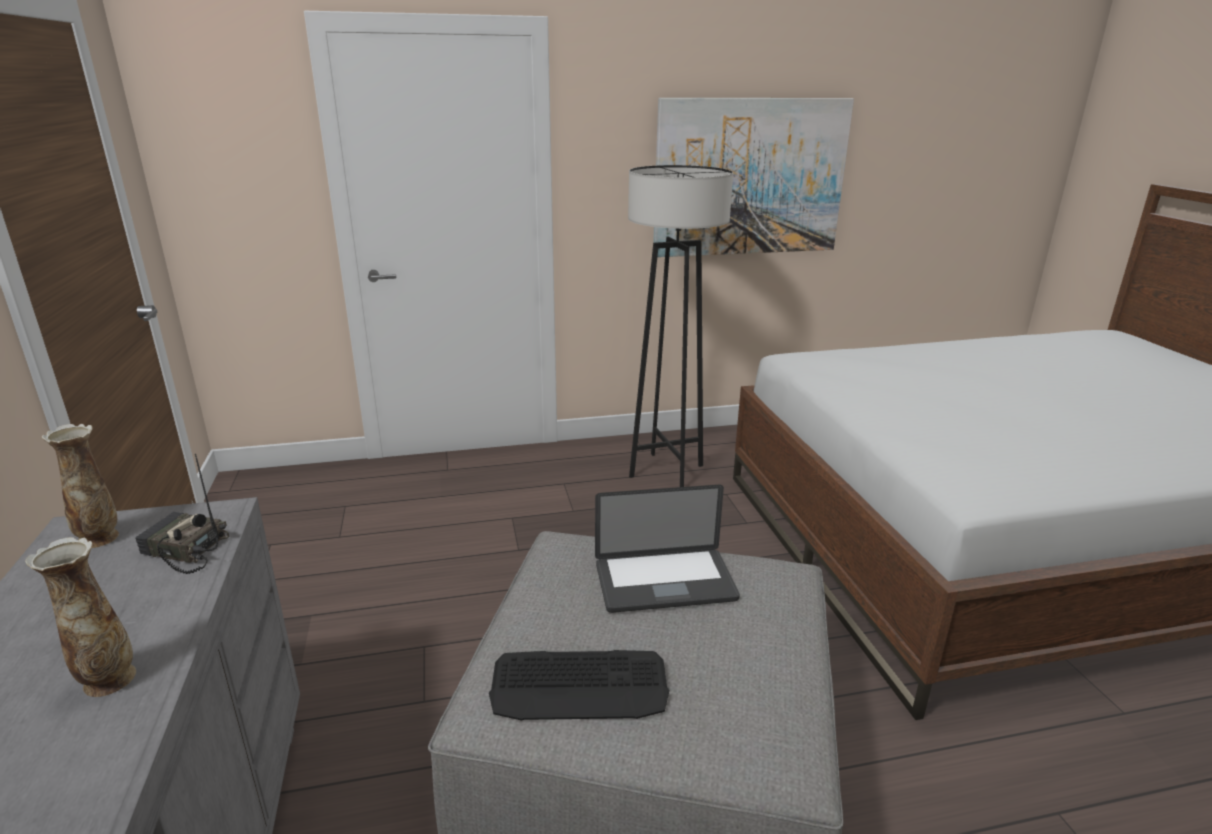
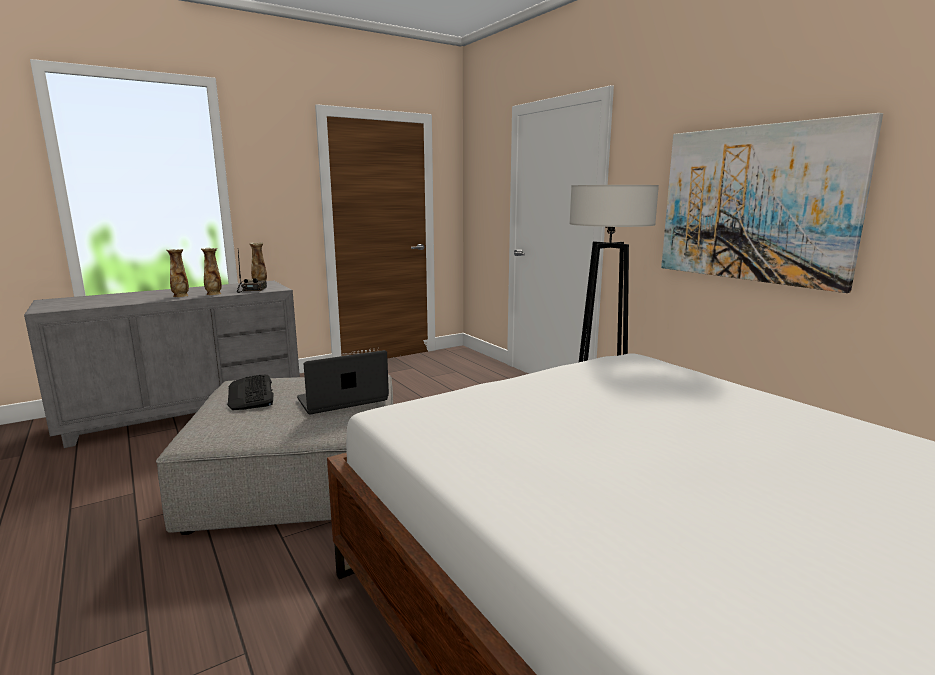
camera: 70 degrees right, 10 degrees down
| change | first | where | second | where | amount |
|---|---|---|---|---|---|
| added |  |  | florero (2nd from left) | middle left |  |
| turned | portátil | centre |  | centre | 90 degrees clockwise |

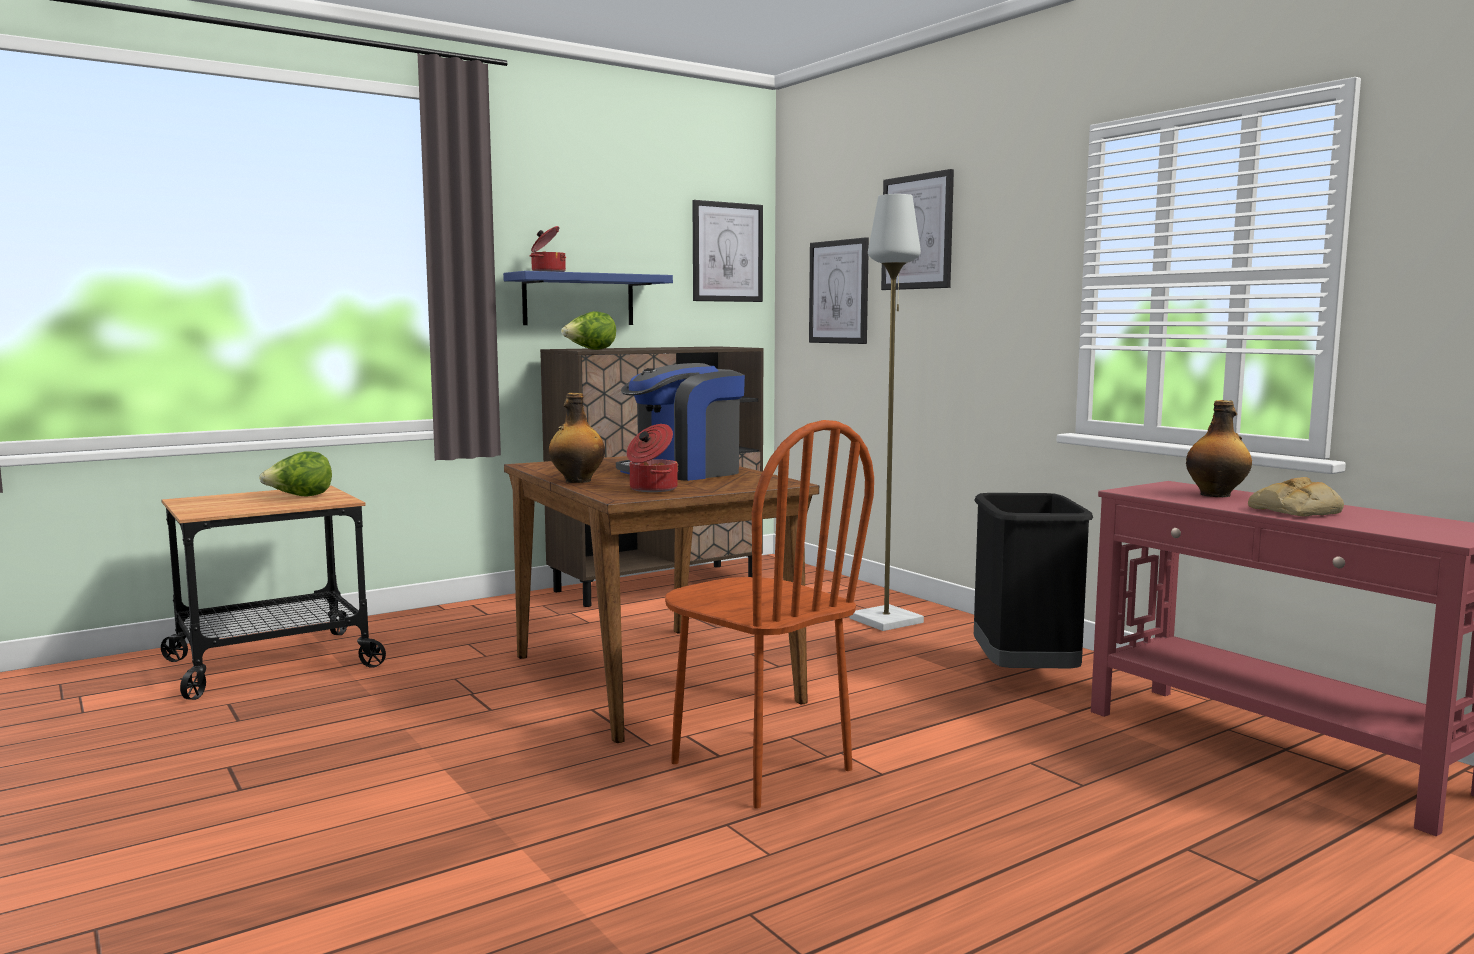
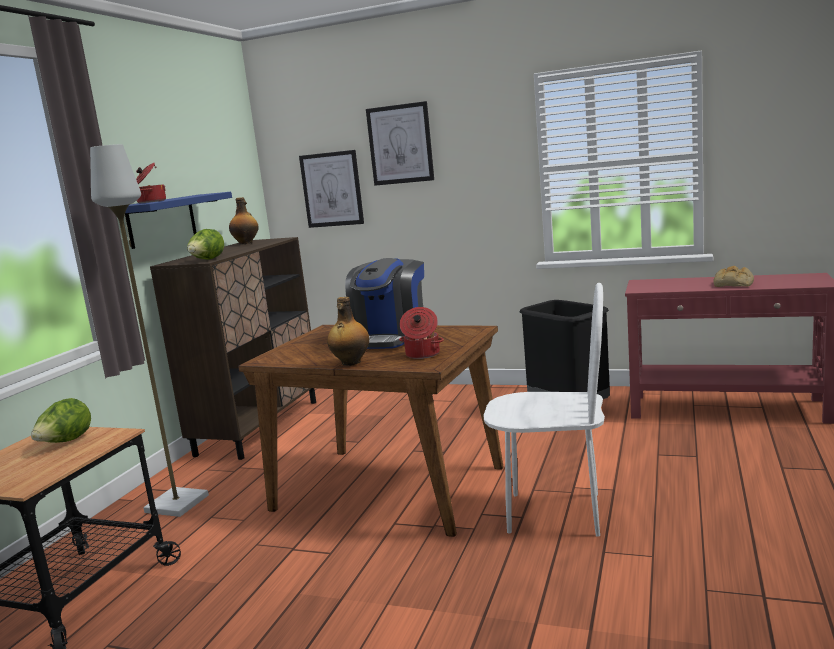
camera: 35 degrees left, 5 degrees up
| change | first | where | second | where | amount |
|---|---|---|---|---|---|
| removed | cuadro (1st from left) | top centre |  |  |  |
| moved | lámpara de pie (gris) | centre |  | middle left |  |
| moved | botella (2nd from left in the first image) | middle right | botella (1st from left) | middle left |  |
| recoloured | silla (marrón) | centre | silla (blanco) | centre |  |

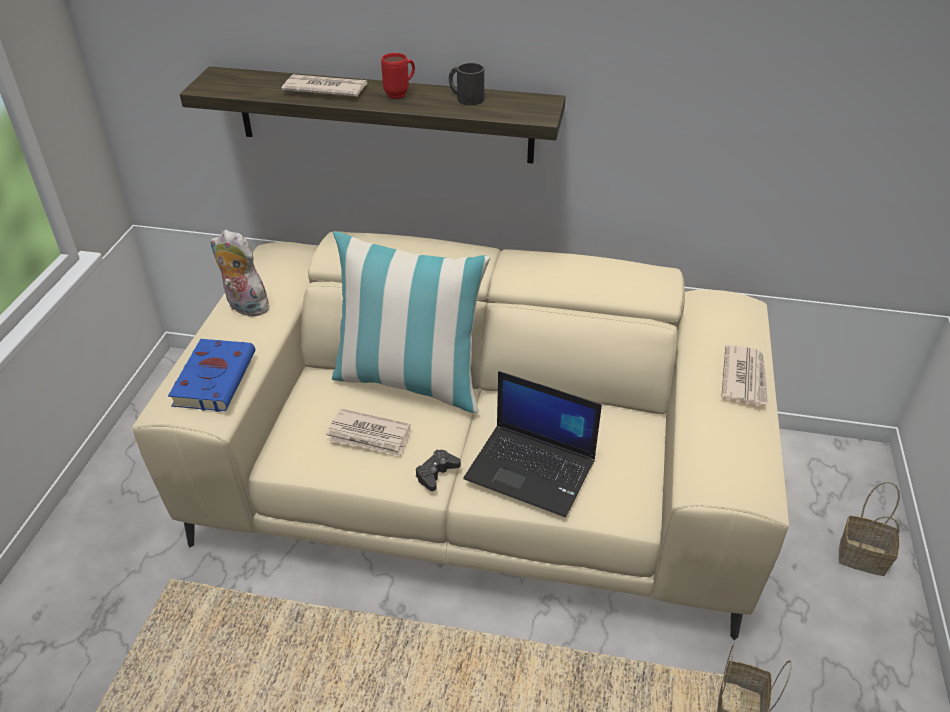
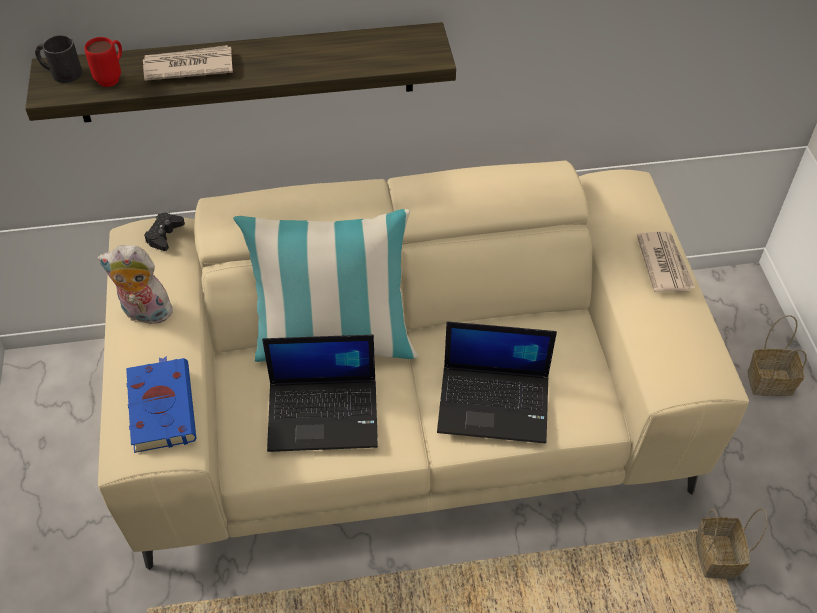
camera: 20 degrees left, 10 degrees up
| change | first | where | second | where | amount |
|---|---|---|---|---|---|
| moved | taza grande (rojo) | top centre |  | top left |  |
| moved | mando de consola (negro) | centre |  | middle left |  |
| moved | taza grande (negro) | top centre |  | top left |  |
| replaced | periódico (2nd from left) | centre | portátil (1st from left) | centre |  |

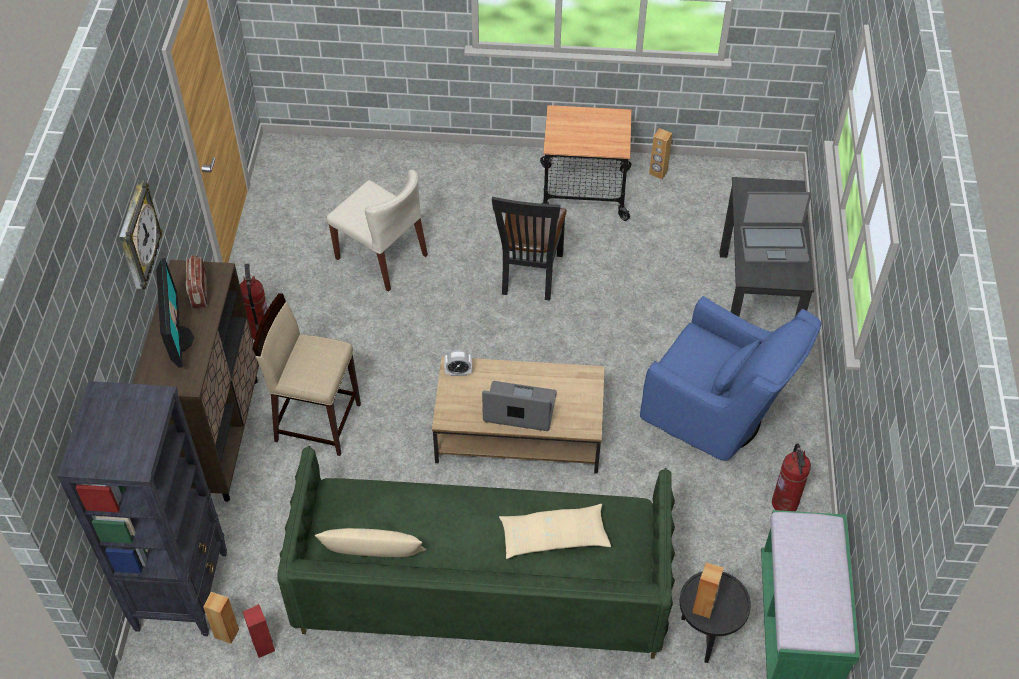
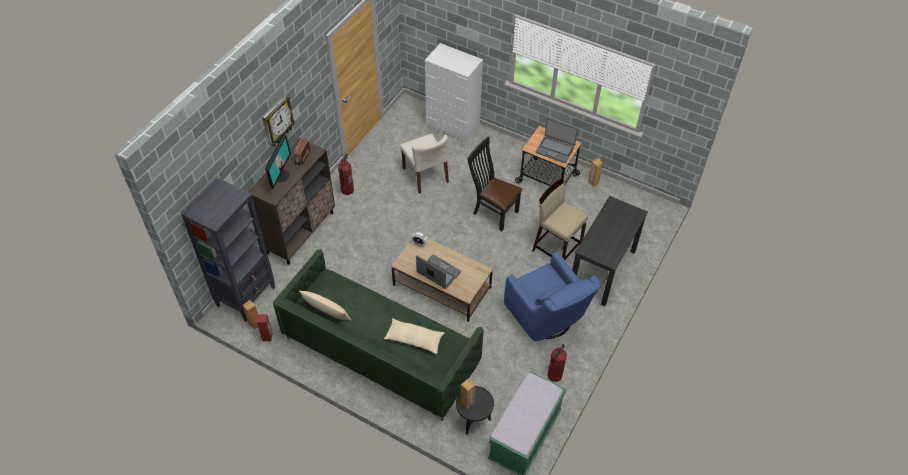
camera: 25 degrees right, 0 degrees up
| change | first | where | second | where | amount |
|---|---|---|---|---|---|
| added |  |  | cómoda (blanco) | top centre |  |
| moved | taburete (beis) | middle left |  | centre |  |
| moved | portátil (2nd from left) | middle right |  | top centre |  |
| turned | silla (negro) | centre |  | centre | 90 degrees clockwise |

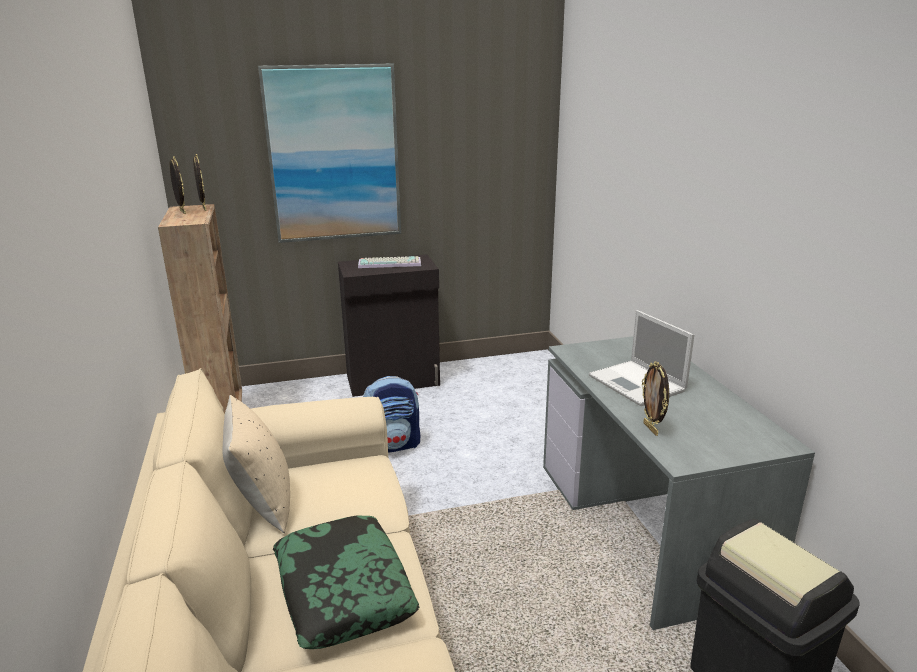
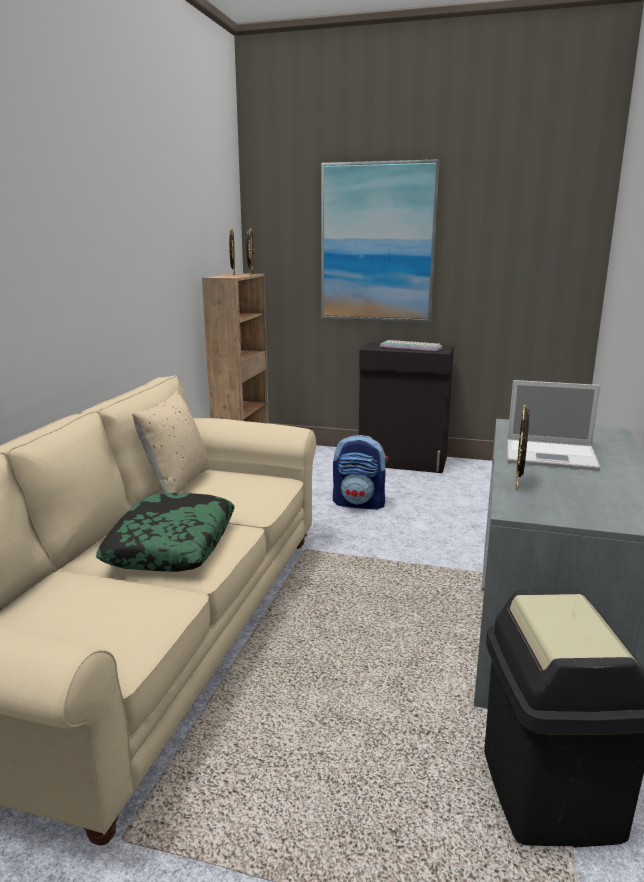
camera: 30 degrees right, 5 degrees down
| change | first | where | second | where | amount |
|---|---|---|---|---|---|
| turned | portátil | middle right |  | middle right | 75 degrees counterclockwise |

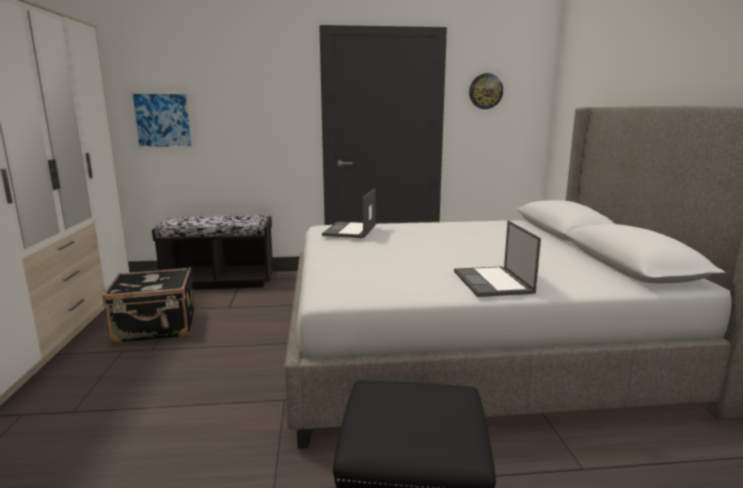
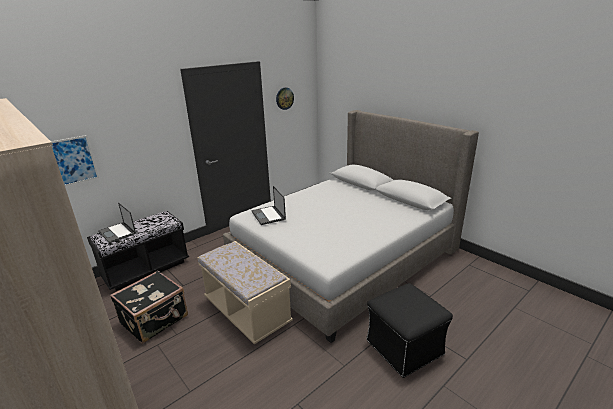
camera: 35 degrees left, 10 degrees up
| change | first | where | second | where | amount |
|---|---|---|---|---|---|
| added |  |  | banco (beis) | bottom centre |  |
| moved | portátil (2nd from left in the first image) | middle right | portátil (1st from left) | middle left |  |

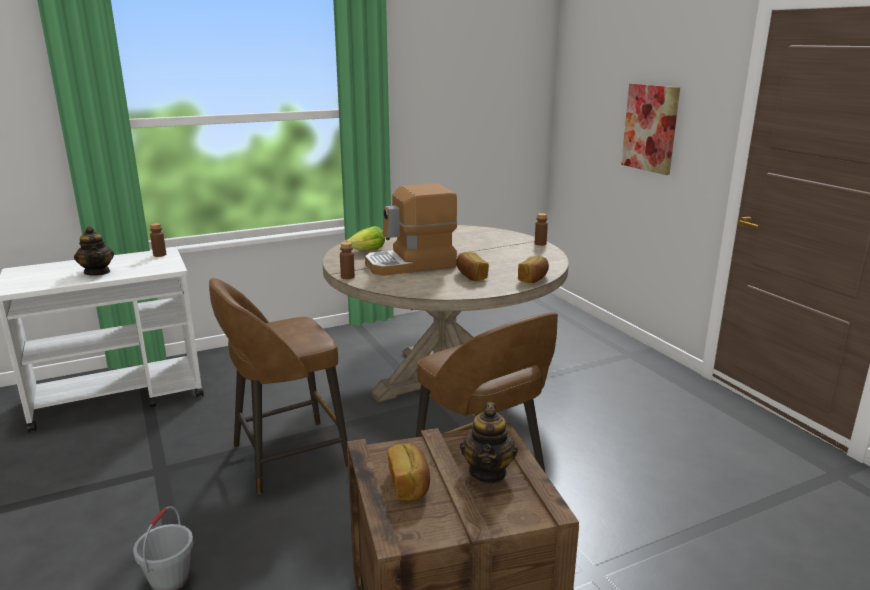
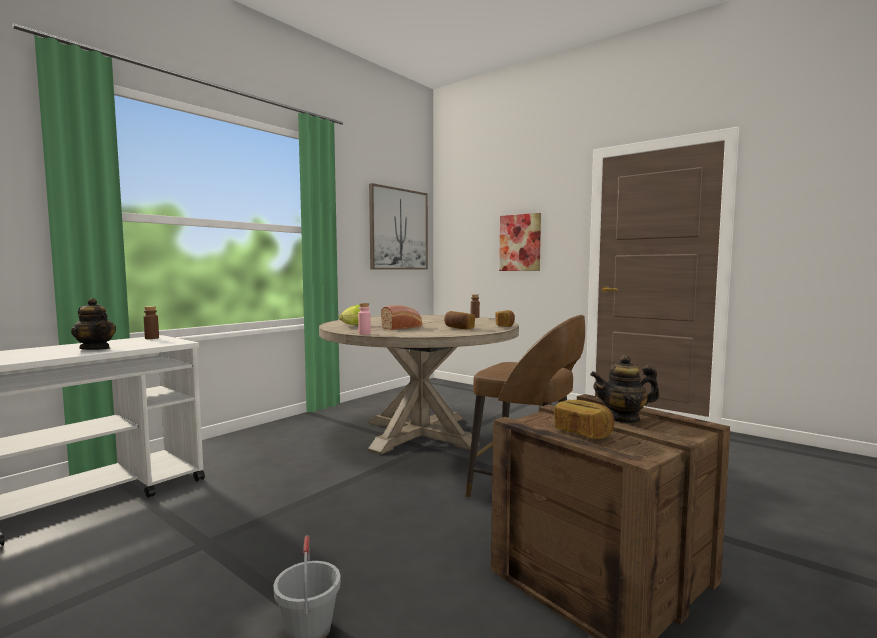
camera: 25 degrees left, 15 degrees down
| change | first | where | second | where | amount |
|---|---|---|---|---|---|
| removed | taburete (marrón) (1st from left) | middle left |  |  |  |
| added |  |  | cuadro (1st from left) | centre |  |
| replaced | cafetera | centre | pan (1st from left) | centre |  |
| recoloured | botella (marrón) (2nd from left) | centre | botella (rosa) | centre |  |
| turned | tetera (2nd from left) | bottom centre |  | middle right | 105 degrees clockwise |

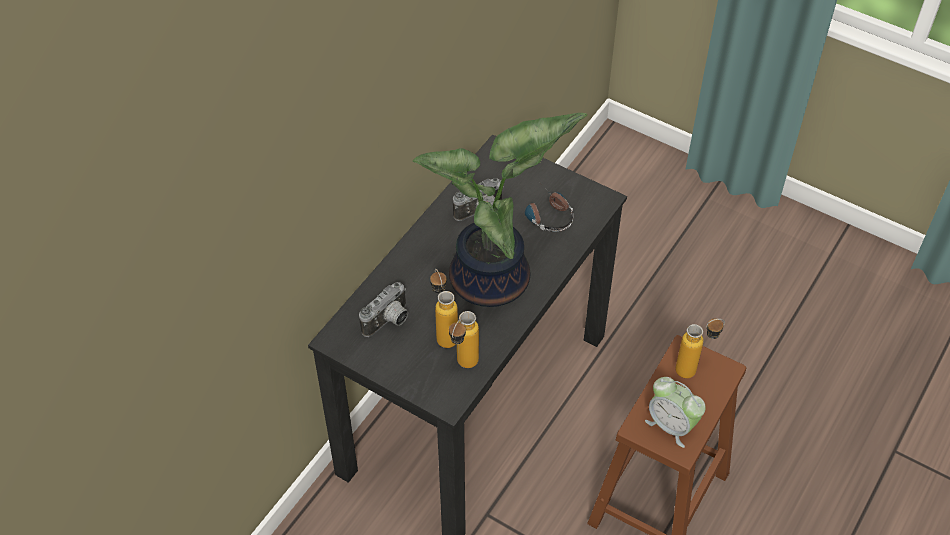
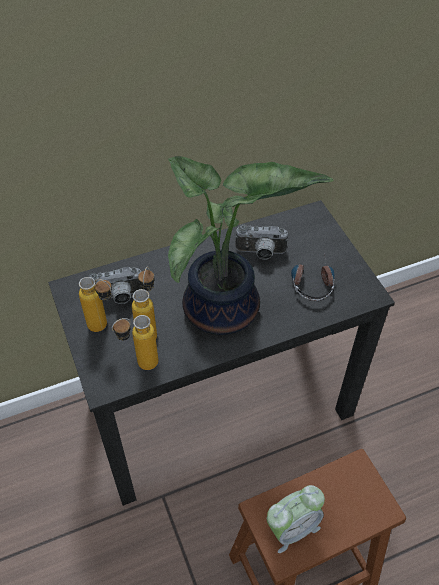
camera: 35 degrees right, 0 degrees up
| change | first | where | second | where | amount |
|---|---|---|---|---|---|
| moved | botella (3rd from left in the first image) | middle right | botella (1st from left) | middle left |  |
| turned | despertador | bottom right |  | bottom right | 105 degrees counterclockwise |

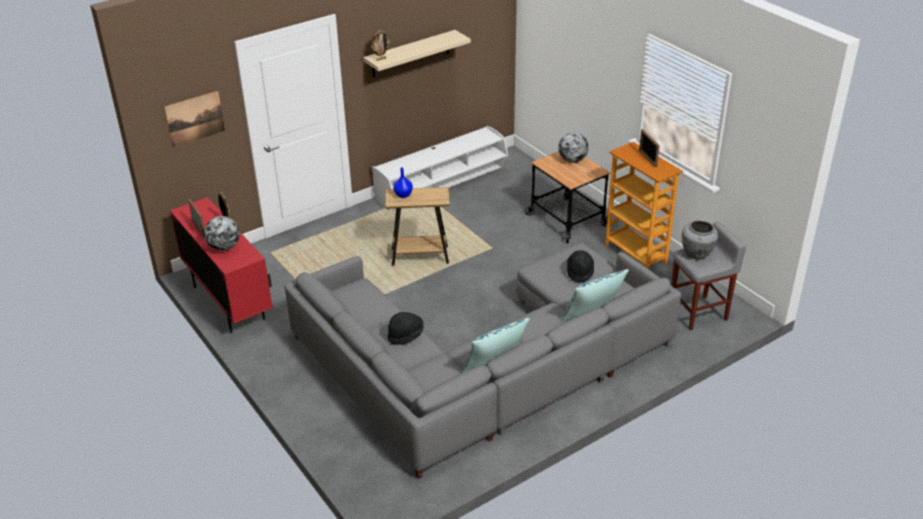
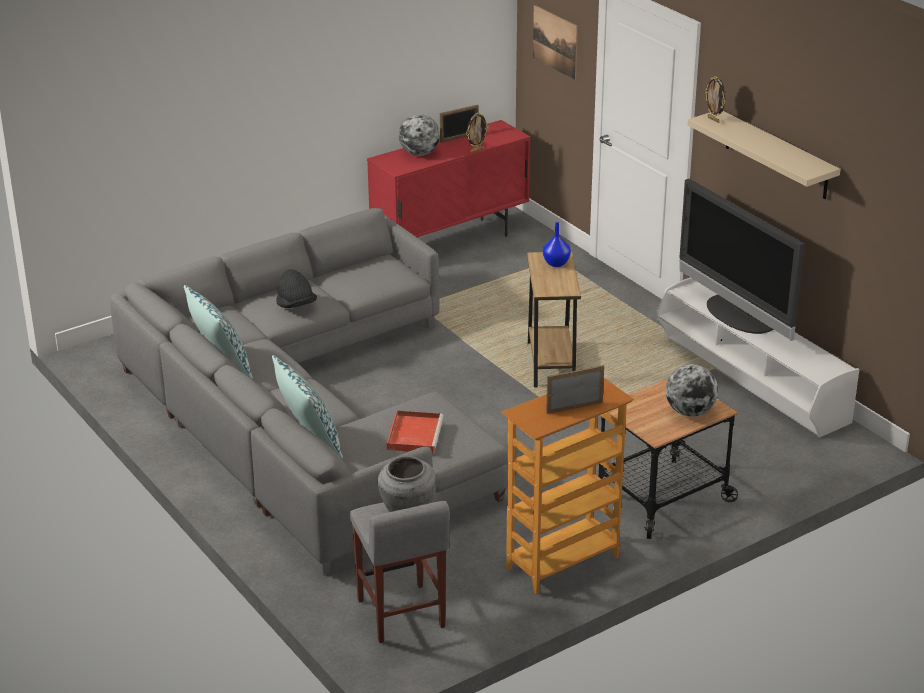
camera: 90 degrees right, 5 degrees down
| change | first | where | second | where | amount |
|---|---|---|---|---|---|
| added |  |  | televisor | middle right |  |
| replaced | sombrero (negro) (2nd from left) | centre | bandeja (rojo) | centre |  |

